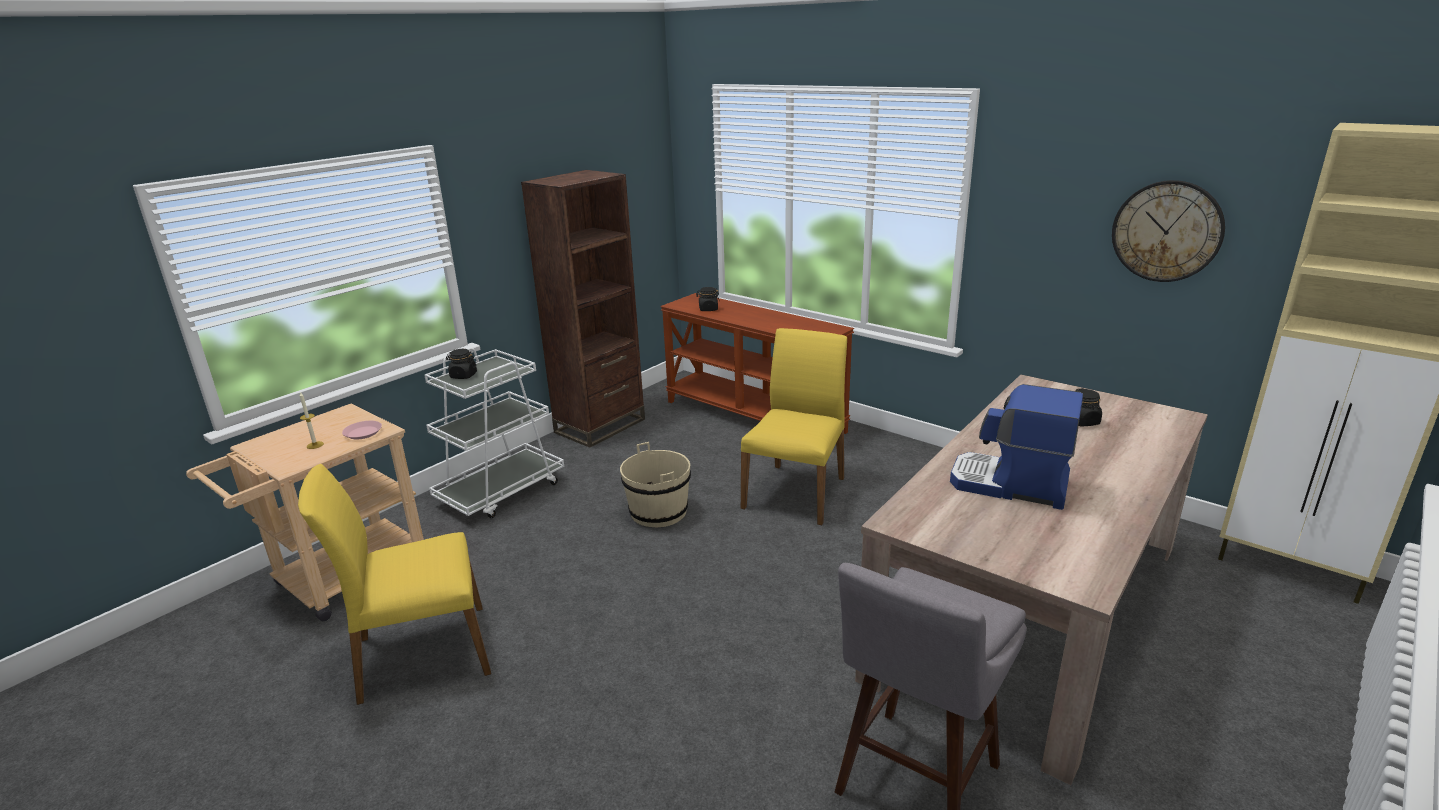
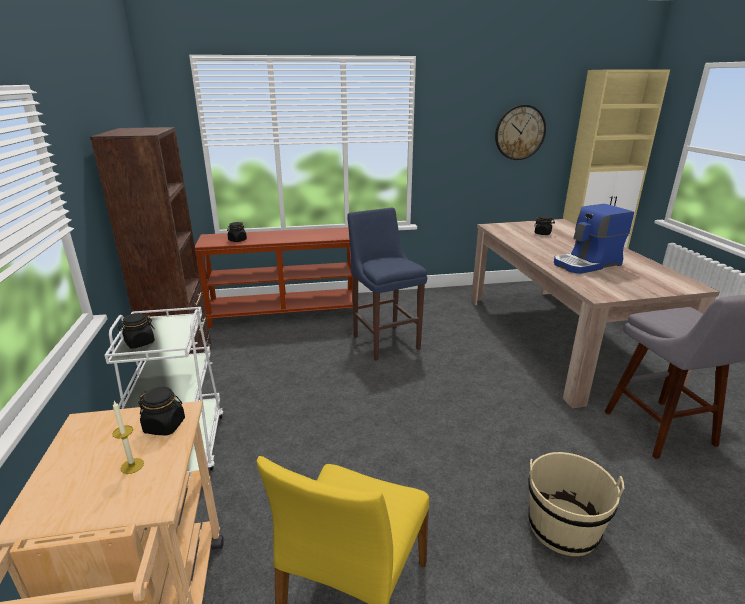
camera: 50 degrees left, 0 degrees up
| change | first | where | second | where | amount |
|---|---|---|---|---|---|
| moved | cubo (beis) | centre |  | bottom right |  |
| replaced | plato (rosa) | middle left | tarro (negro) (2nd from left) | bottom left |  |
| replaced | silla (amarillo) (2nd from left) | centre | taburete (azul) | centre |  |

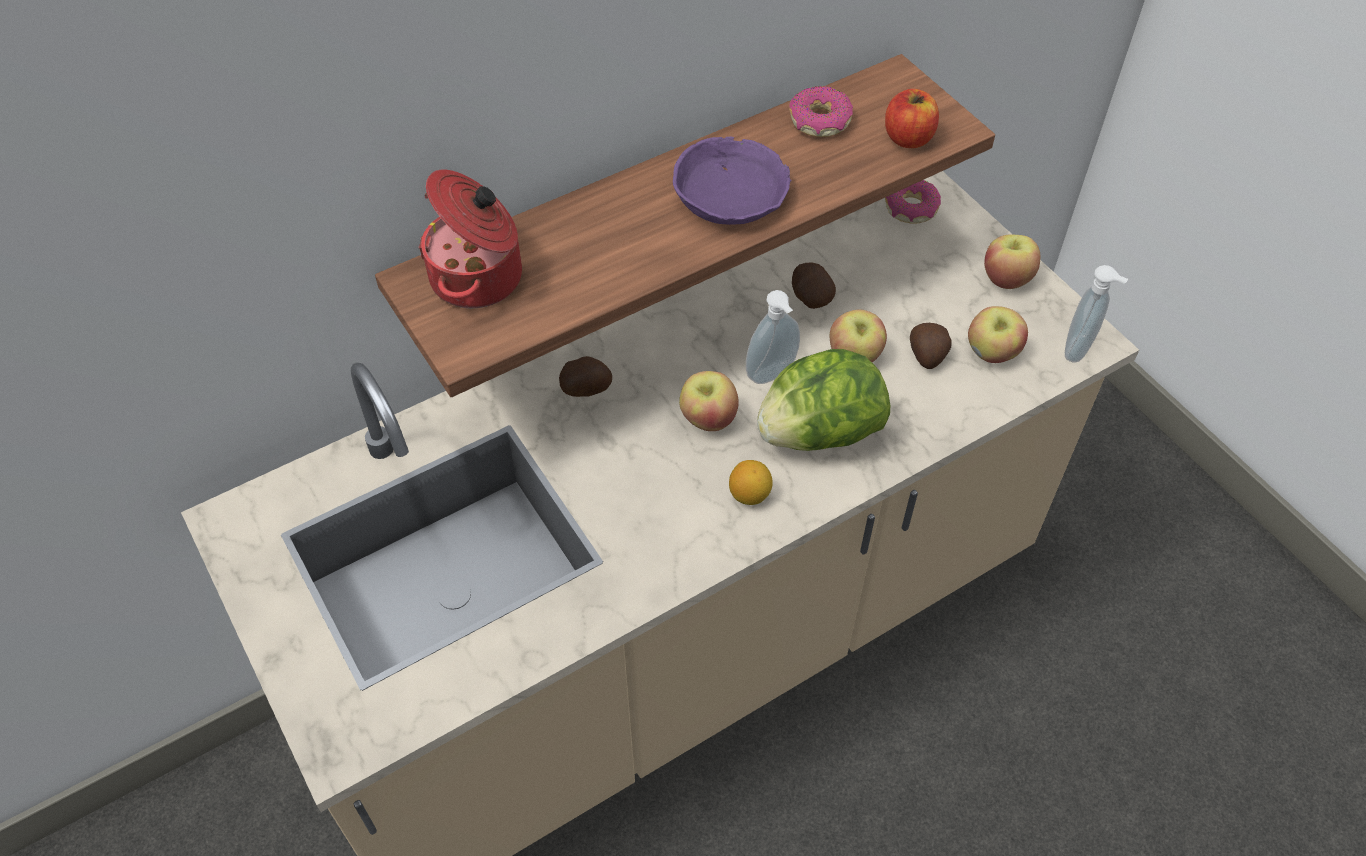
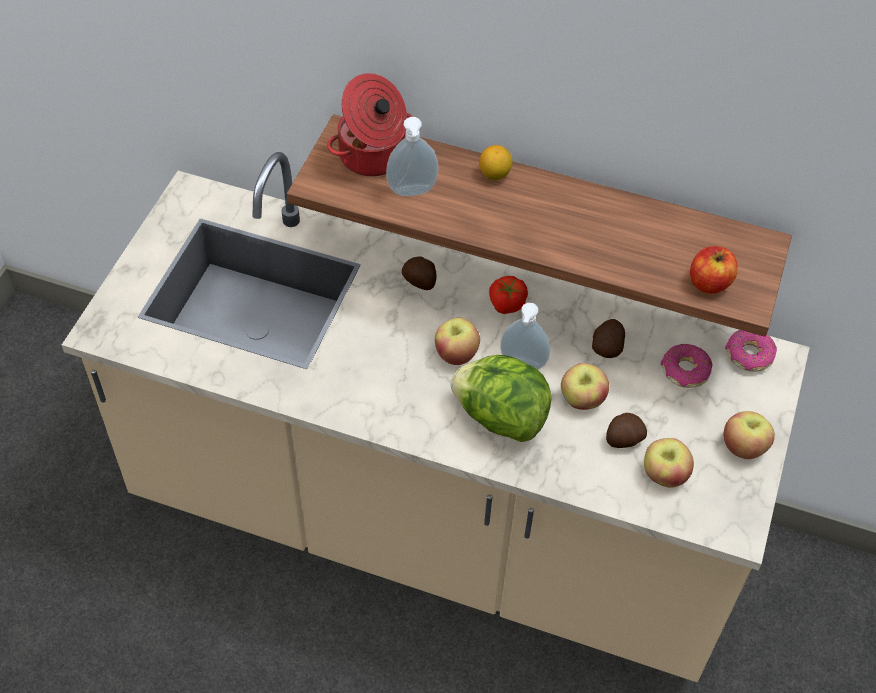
camera: 50 degrees right, 0 degrees up
| change | first | where | second | where | amount |
|---|---|---|---|---|---|
| removed | cuenco (morado) | top centre |  |  |  |
| added |  |  | tomate | centre |  |
| moved | limón | centre |  | top centre |  |
| moved | rosquilla (1st from left) | top centre |  | middle right |  |
| moved | dispensador de jabón (2nd from left in the first image) | middle right | dispensador de jabón (1st from left) | top centre |  |

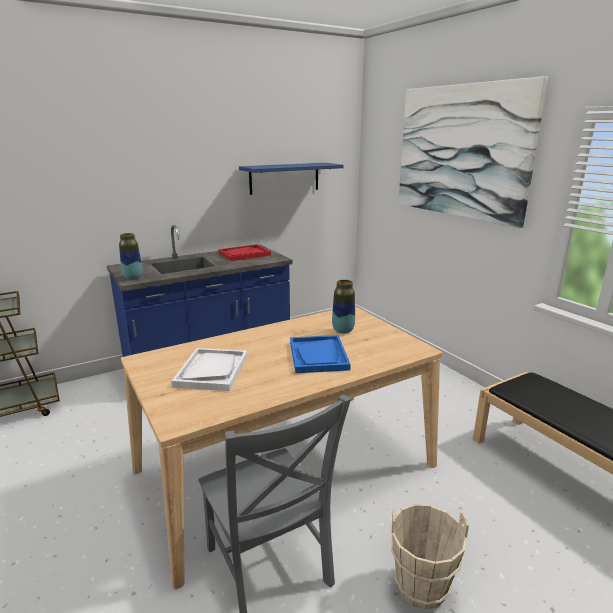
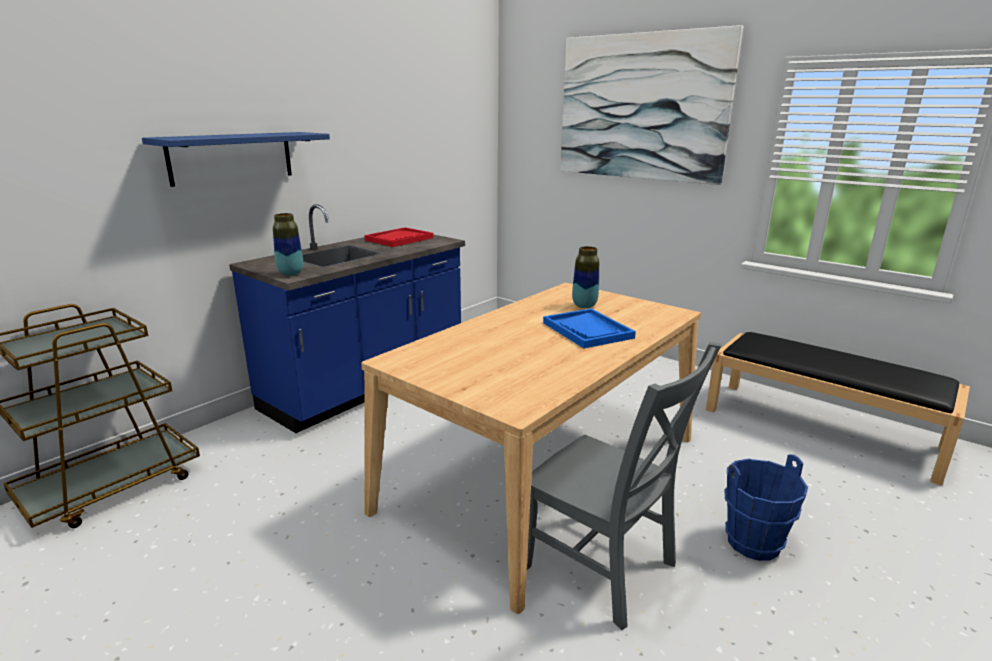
camera: 20 degrees left, 0 degrees up
| change | first | where | second | where | amount |
|---|---|---|---|---|---|
| removed | bandeja (blanco) | centre |  |  |  |
| moved | estante (azul) | top centre |  | top left |  |
| recoloured | cubo (beis) | bottom right | cubo (azul) | bottom right |  |

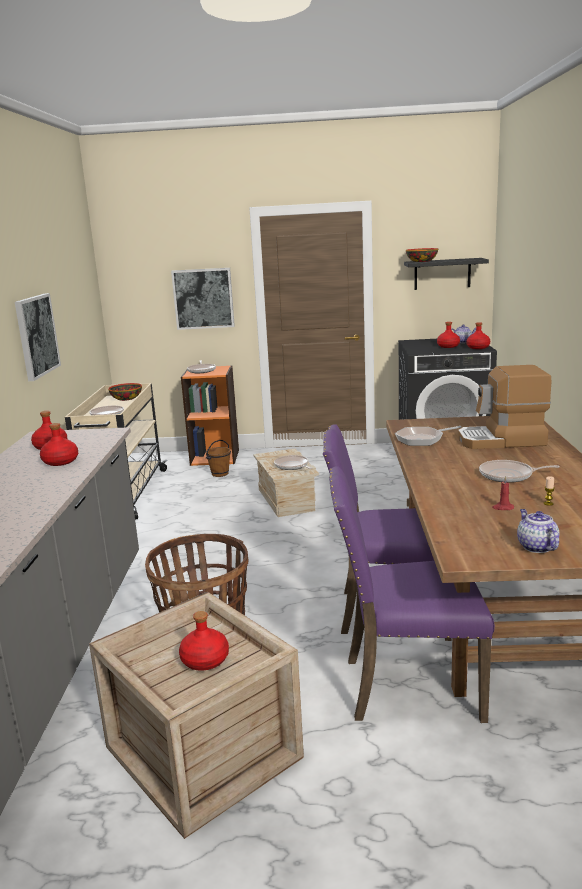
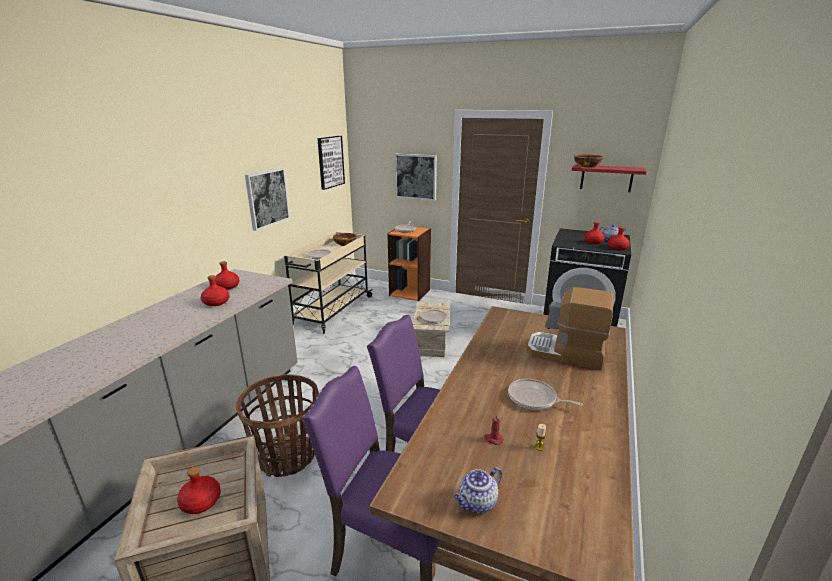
camera: 20 degrees right, 5 degrees up
| change | first | where | second | where | amount |
|---|---|---|---|---|---|
| removed | cubo (marrón) | centre |  |  |  |
| removed | sartén (4th from left) | middle right |  |  |  |
| added |  |  | cuadro (2nd from left) | top centre |  |
| recoloured | estante (negro) | top right | estante (rojo) | top right |  |
| turned | tetera (2nd from left in the first image) | middle right | tetera (1st from left) | bottom centre | 135 degrees counterclockwise |

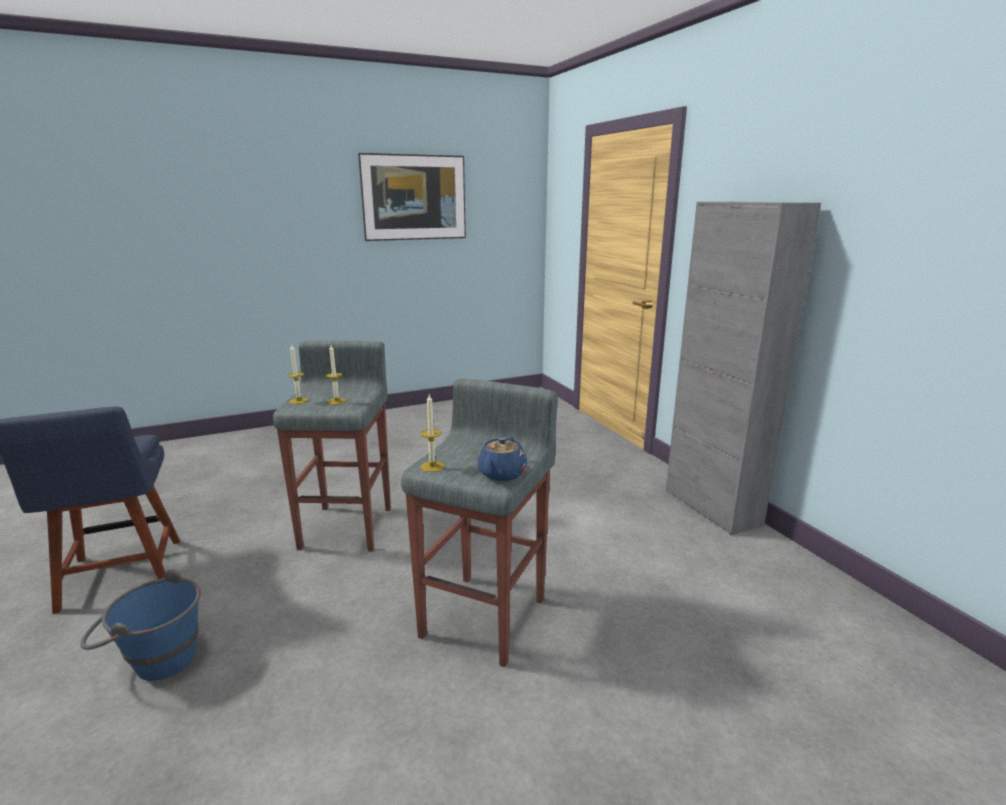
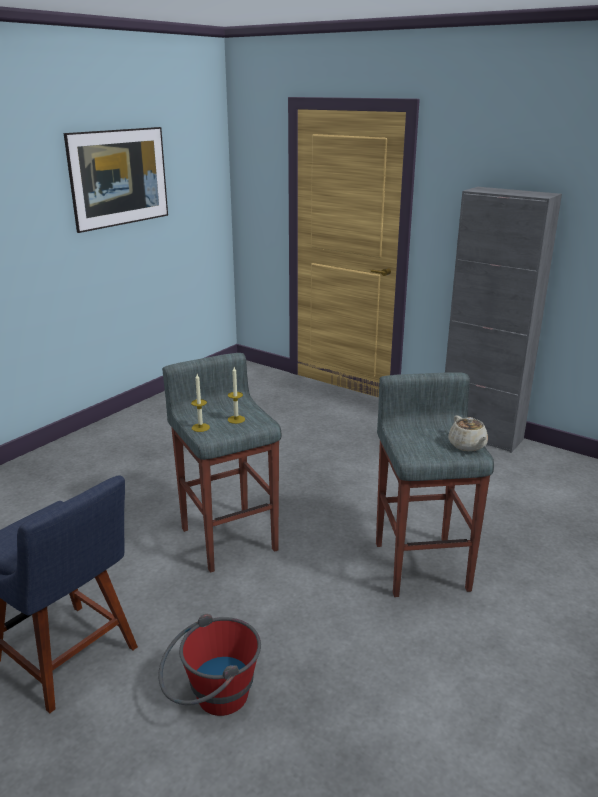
camera: 30 degrees left, 5 degrees up
| change | first | where | second | where | amount |
|---|---|---|---|---|---|
| removed | vela (3rd from left) | centre |  |  |  |
| recoloured | cubo (azul) | bottom left | cubo (rojo) | bottom centre |  |
| recoloured | tetera (azul) | centre | tetera (beis) | middle right |  |

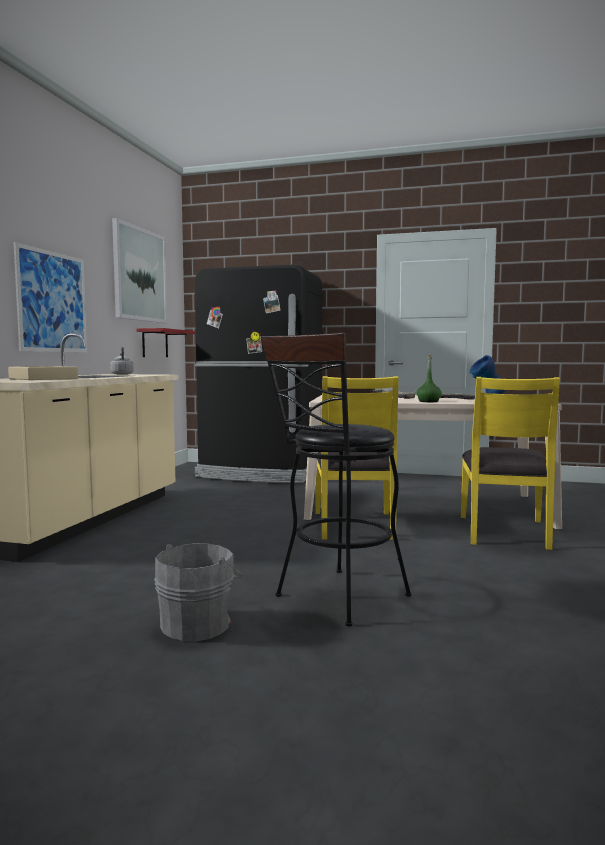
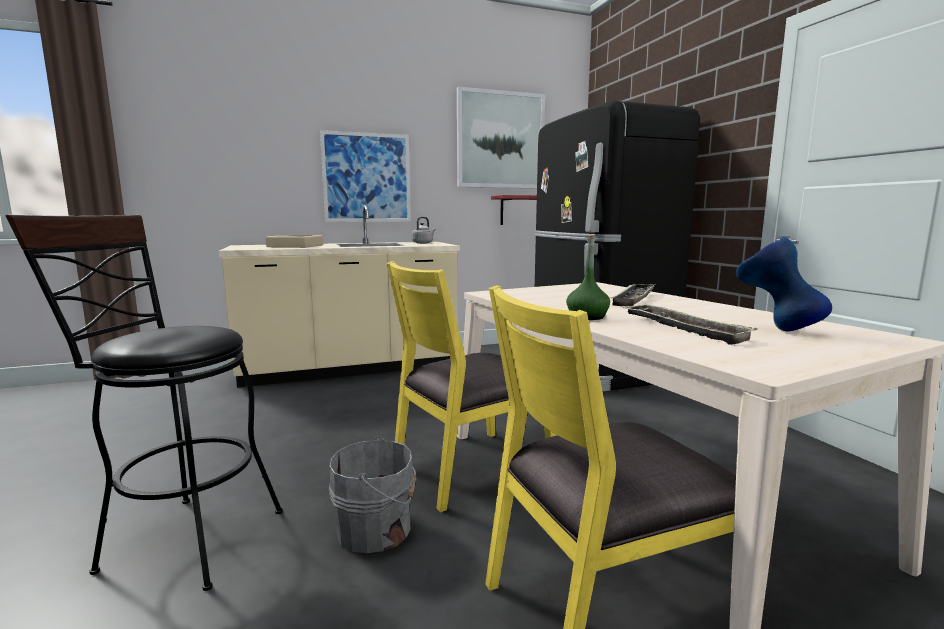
camera: 55 degrees right, 5 degrees up
| change | first | where | second | where | amount |
|---|---|---|---|---|---|
| moved | cubo (gris) | bottom left |  | bottom centre |  |

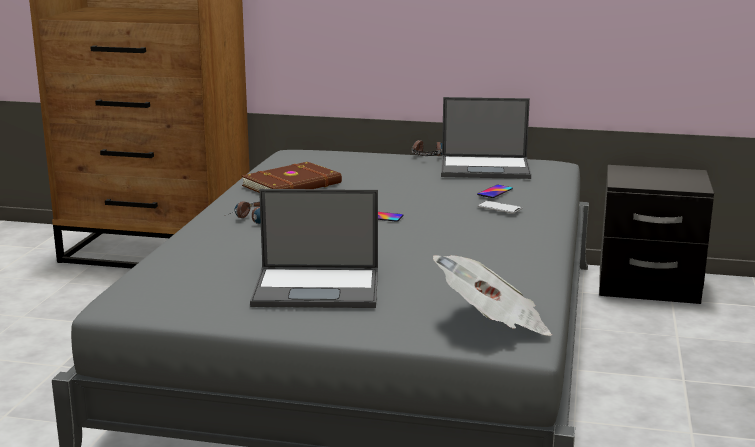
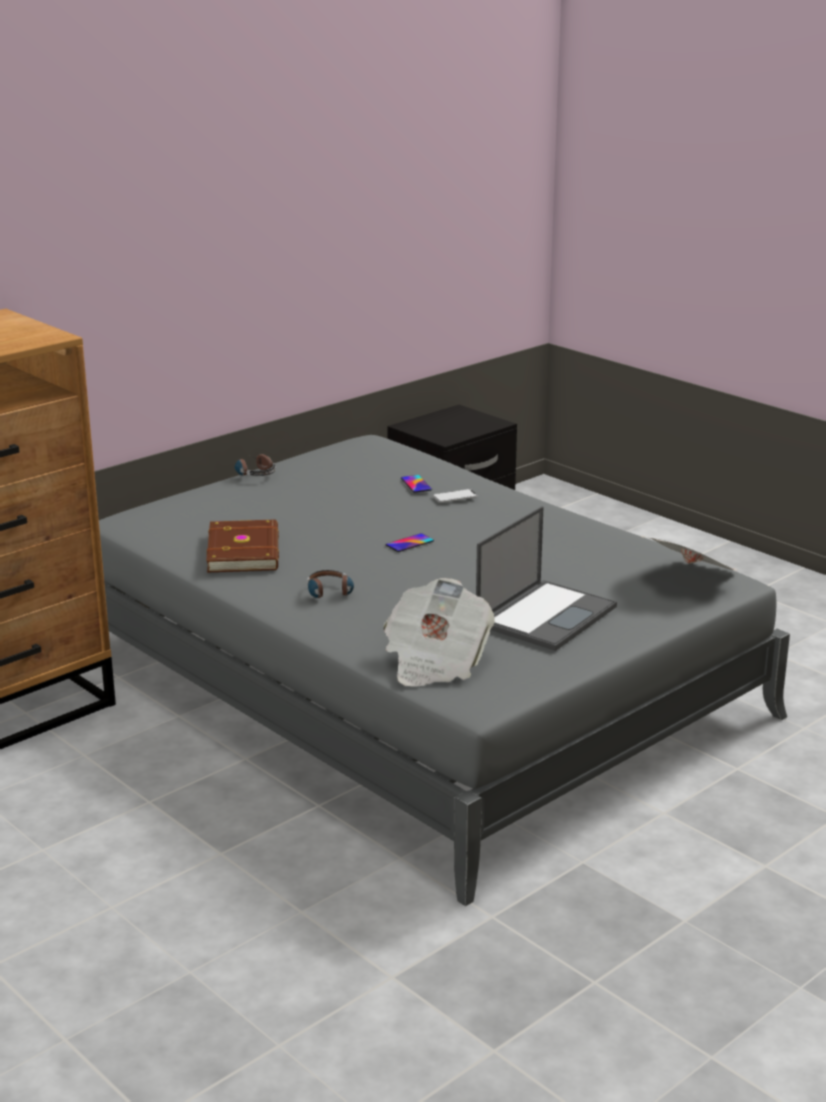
camera: 55 degrees left, 5 degrees up
| change | first | where | second | where | amount |
|---|---|---|---|---|---|
| removed | portátil (2nd from left) | top centre |  |  |  |
| added |  |  | periódico (1st from left) | centre |  |

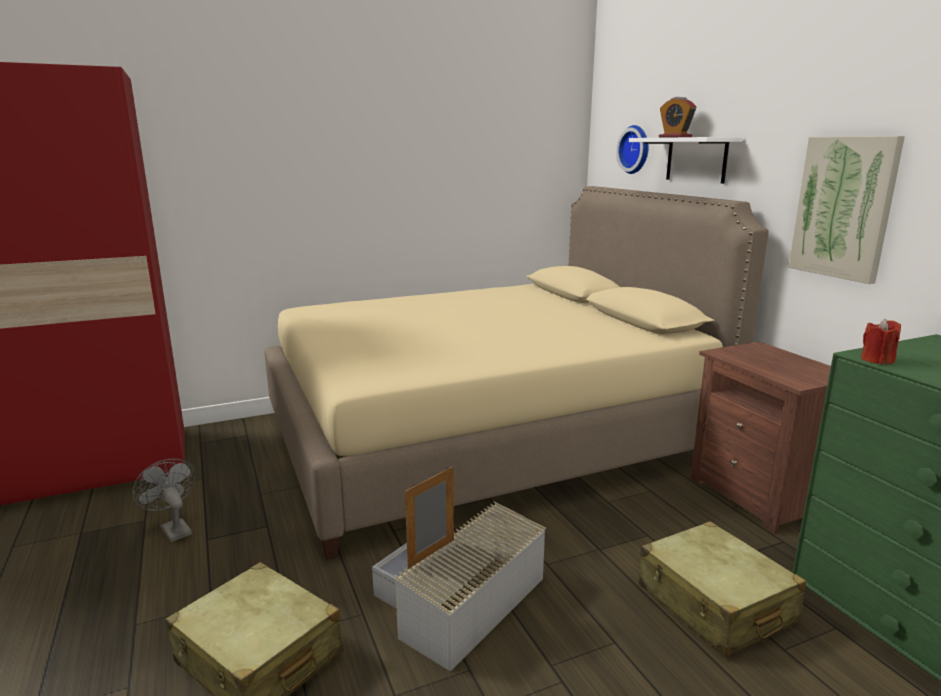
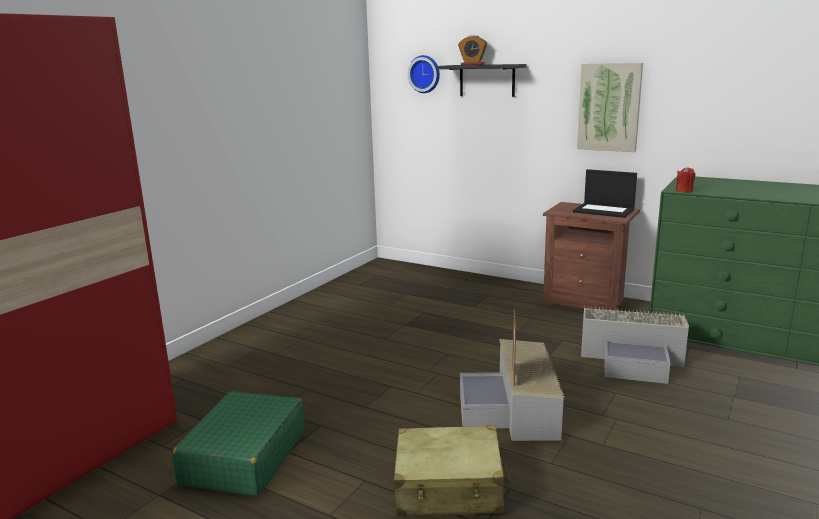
camera: 35 degrees left, 0 degrees up
| change | first | where | second | where | amount |
|---|---|---|---|---|---|
| removed | cama (beis) | centre |  |  |  |
| added |  |  | portátil | middle right |  |
| replaced | ventilador (gris) | bottom left | maleta (verde) | bottom left |  |
| replaced | maleta (beis) (2nd from left) | bottom right | caja de almacenaje (gris) (2nd from left) | middle right |  |
| recoloured | estante (blanco) | top right | estante (negro) | top centre |  |

